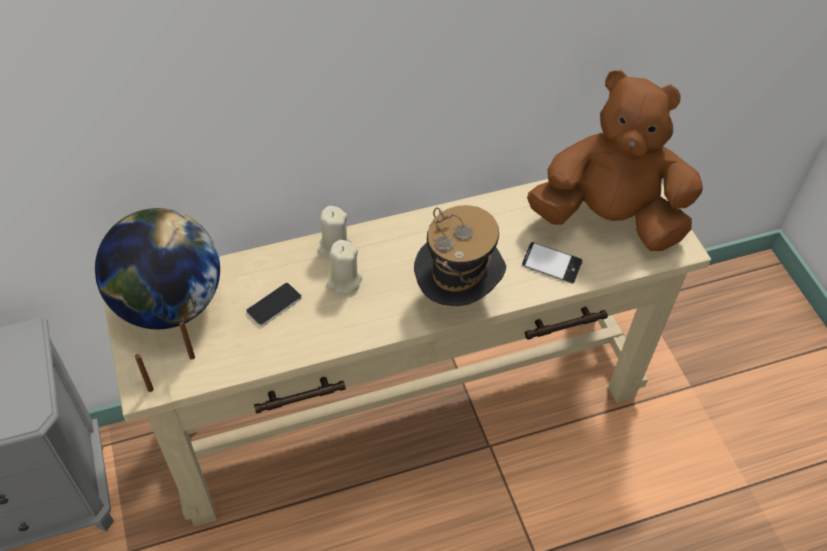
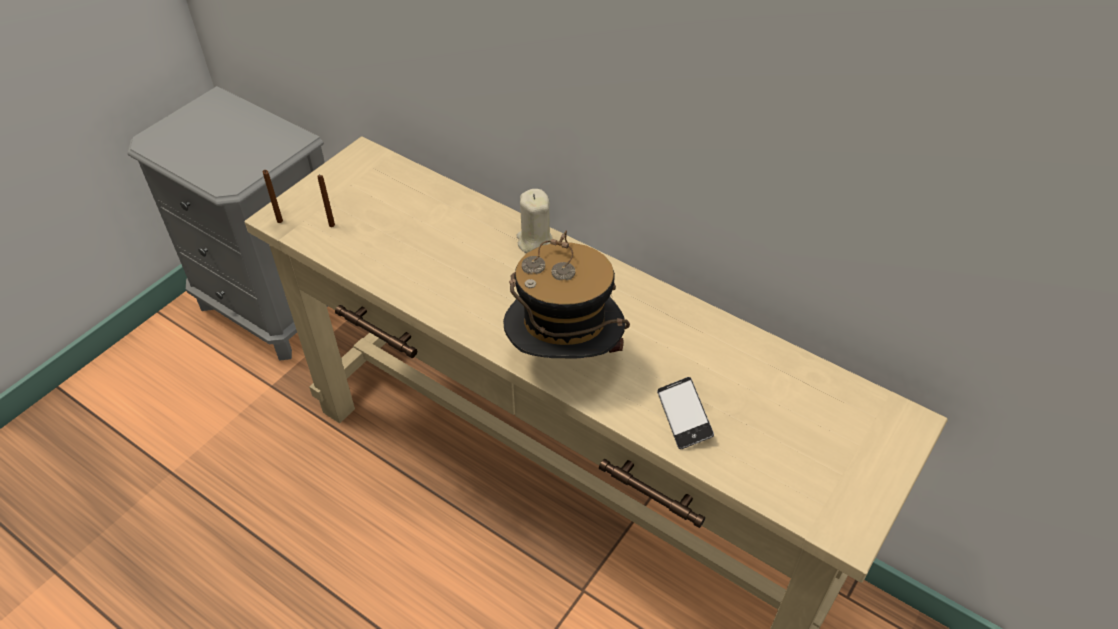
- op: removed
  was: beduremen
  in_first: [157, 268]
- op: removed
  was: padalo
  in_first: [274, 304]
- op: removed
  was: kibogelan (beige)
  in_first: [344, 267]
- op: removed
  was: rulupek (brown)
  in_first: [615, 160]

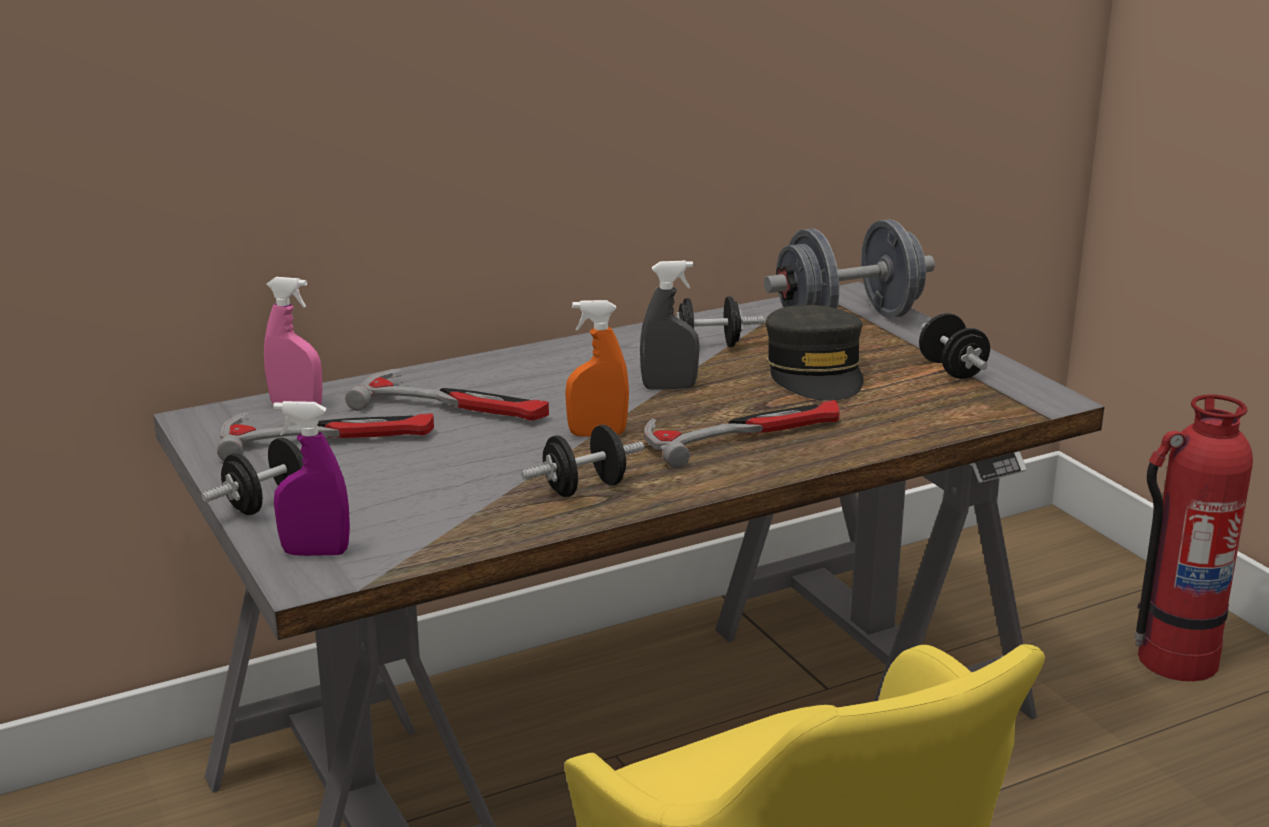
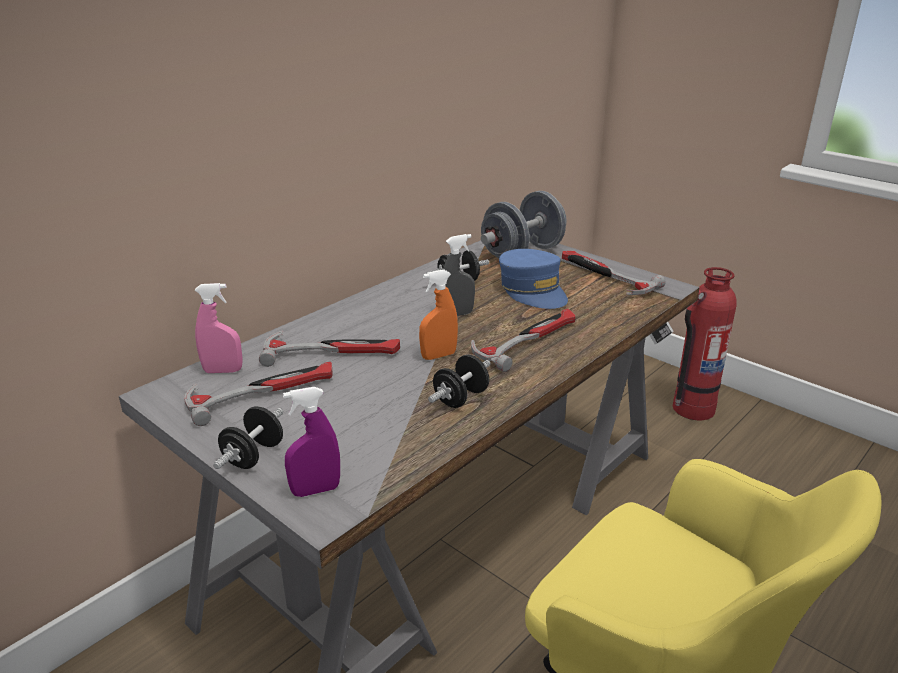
- op: recoloured
  was: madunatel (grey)
  now: madunatel (blue)
  in_first: [815, 353]
  in_second: [533, 279]
- op: replaced
  was: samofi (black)
  now: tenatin
  in_first: [954, 346]
  in_second: [614, 273]

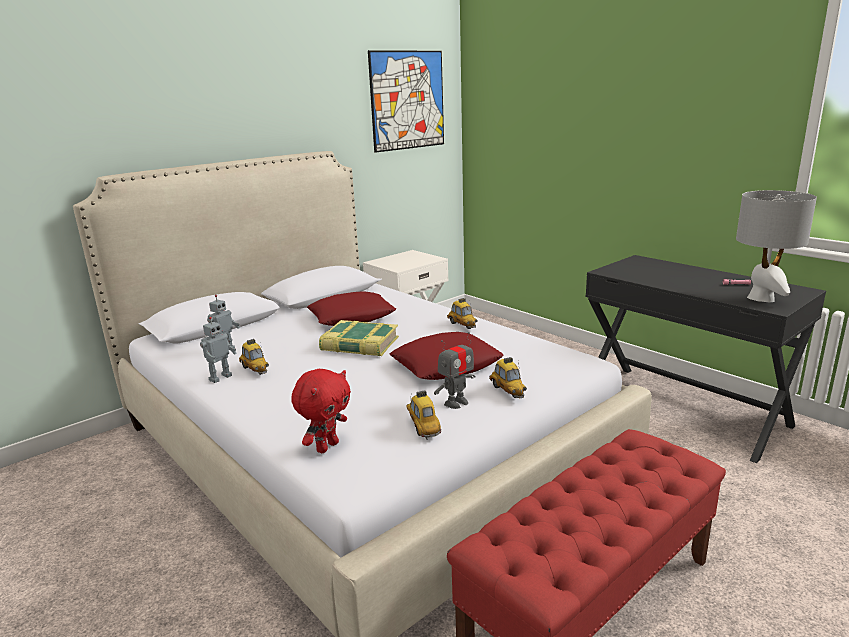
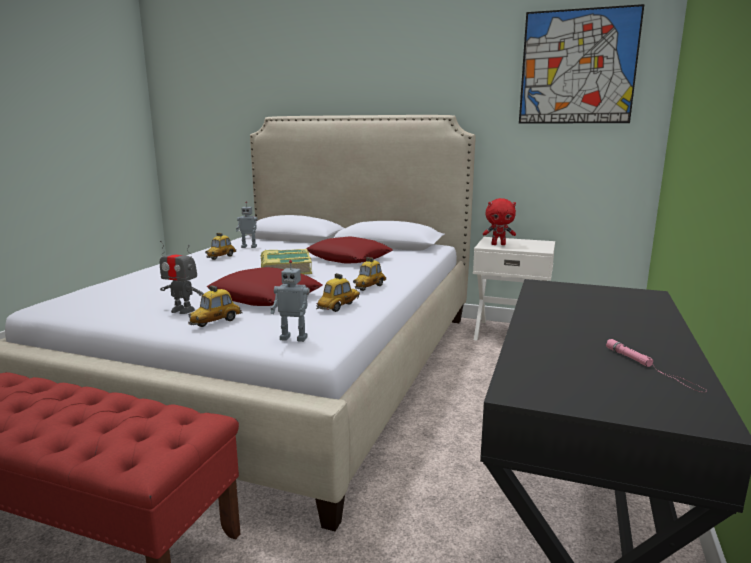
- op: moved
  was: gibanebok
  in_first: [218, 350]
  in_second: [290, 301]
- op: moved
  was: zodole
  in_first: [423, 415]
  in_second: [338, 292]
- op: moved
  was: rulupek (red)
  in_first: [321, 411]
  in_second: [499, 221]
- op: removed
  was: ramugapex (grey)
  in_first: [776, 246]

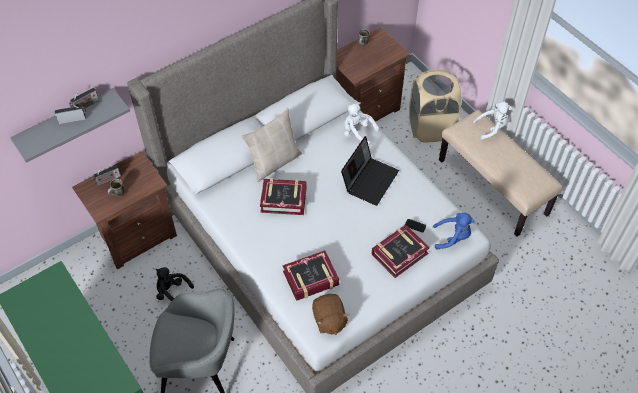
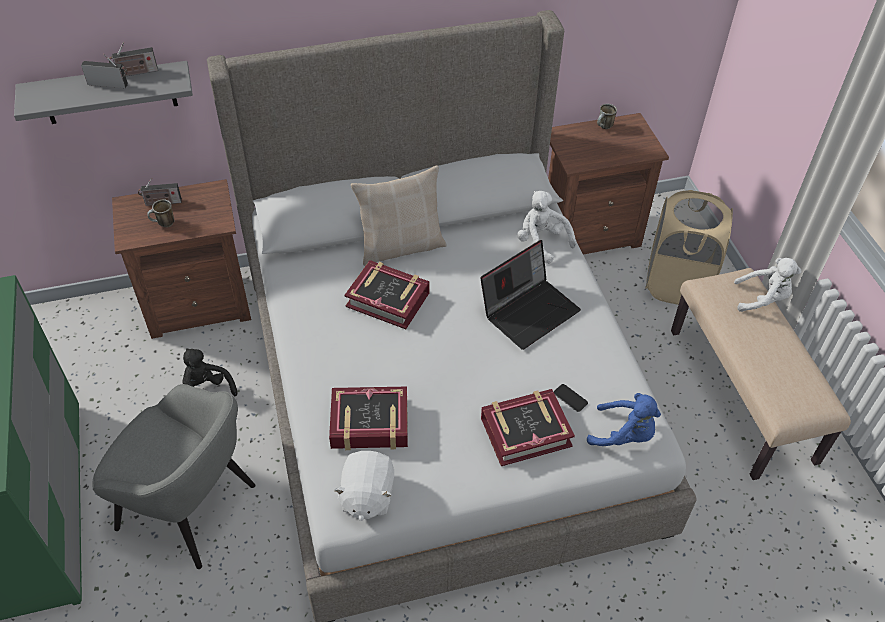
- op: recoloured
  was: rulupek (brown)
  now: rulupek (white)
  in_first: [330, 314]
  in_second: [364, 486]

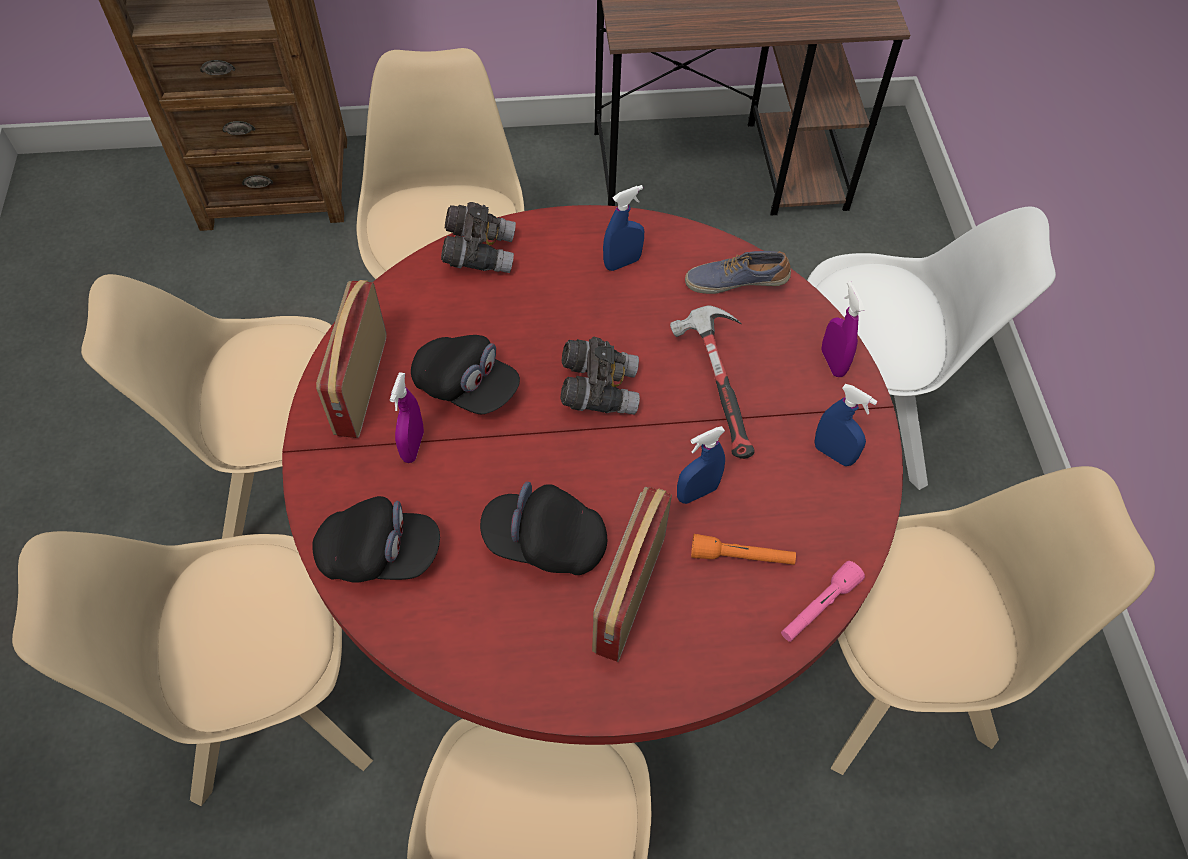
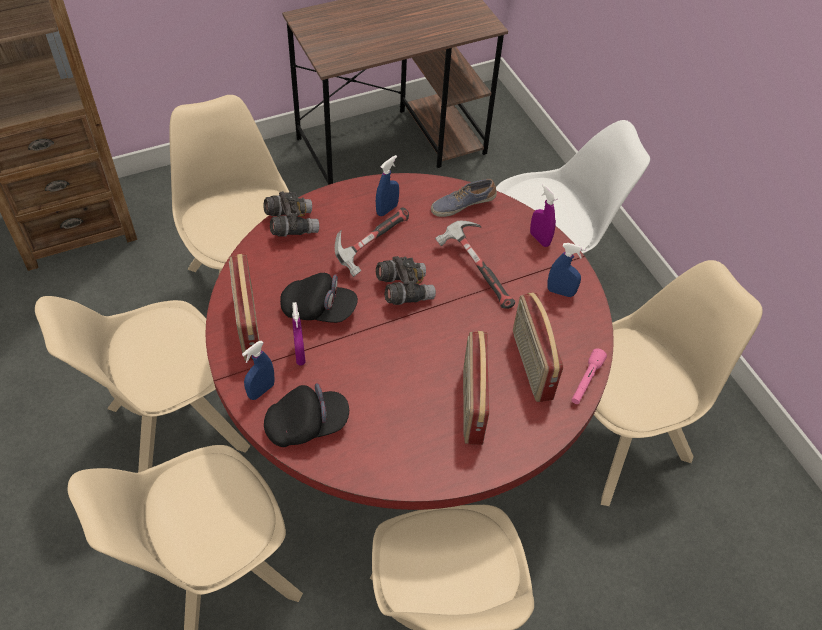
- op: moved
  was: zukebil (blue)
  in_first: [701, 465]
  in_second: [258, 370]
- op: added
  now: tenatin
  in_second: [372, 242]
- op: replaced
  was: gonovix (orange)
  now: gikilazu
  in_first: [743, 549]
  in_second: [538, 347]
- op: removed
  was: madunatel (black)
  in_first: [543, 528]

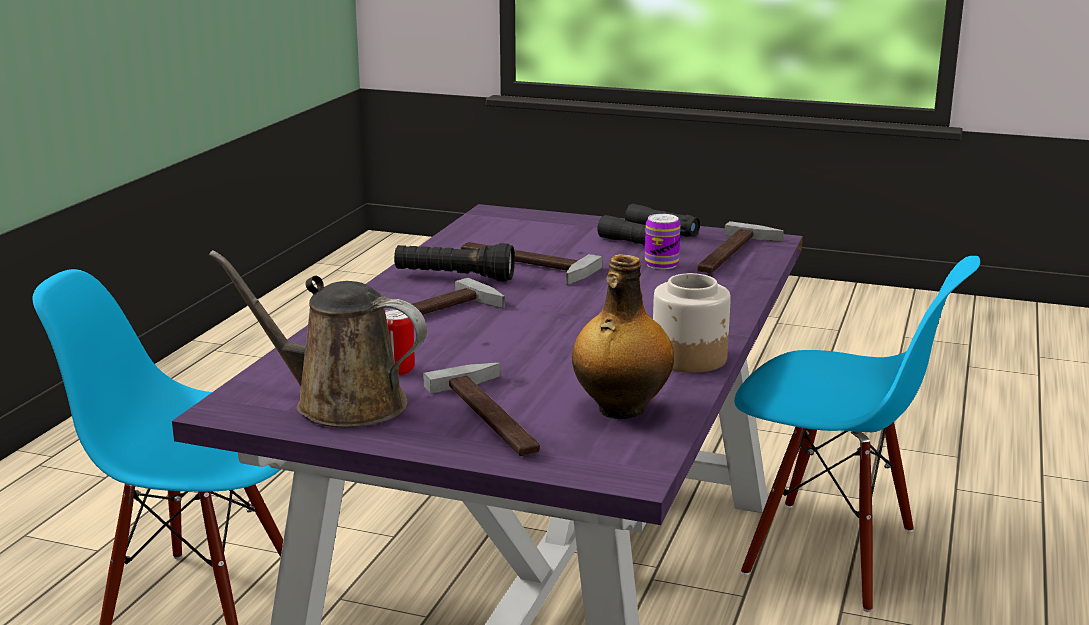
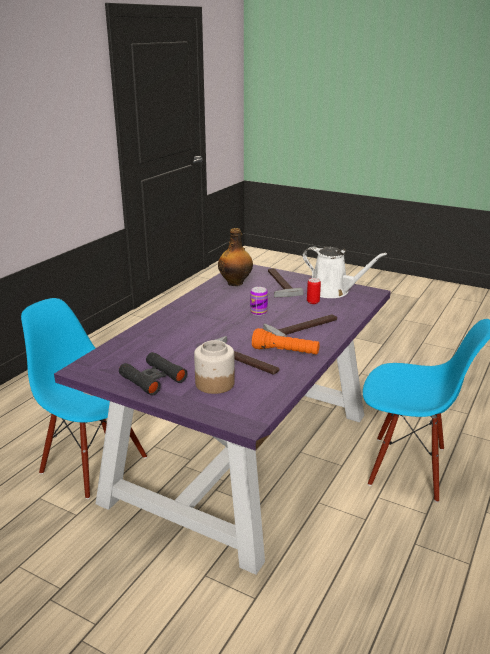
- op: moved
  was: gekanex
  in_first: [692, 323]
  in_second: [214, 367]
- op: moved
  was: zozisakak
  in_first: [663, 241]
  in_second: [259, 301]
- op: recoloured
  was: gonovix (black)
  now: gonovix (orange)
  in_first: [454, 262]
  in_second: [286, 341]
- op: recoloured
  was: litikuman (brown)
  now: litikuman (white)
  in_first: [318, 339]
  in_second: [344, 272]
- op: removed
  was: tenatin
  in_first: [740, 247]

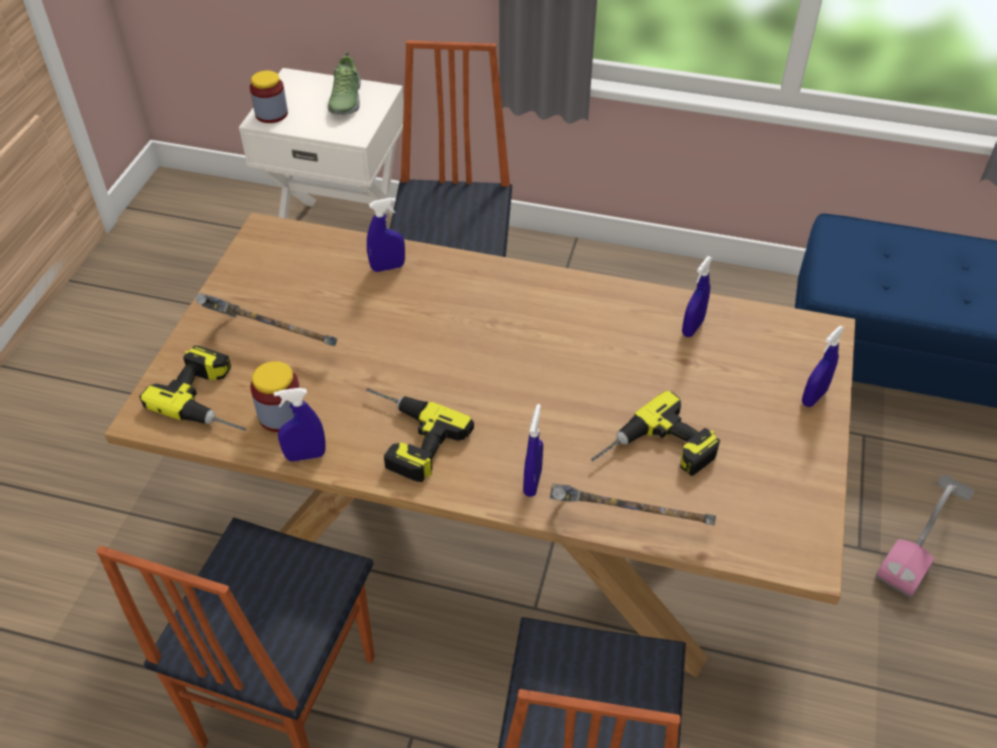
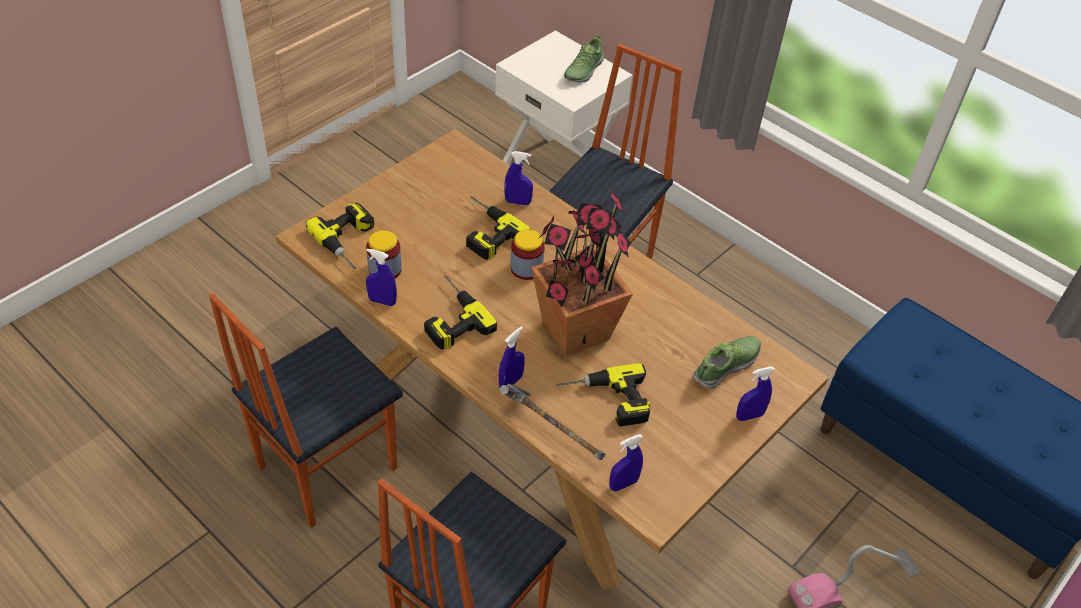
- op: added
  now: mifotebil
  in_second: [498, 228]
- op: moved
  was: gekanex
  in_first: [269, 96]
  in_second: [527, 254]
- op: added
  now: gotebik
  in_second: [582, 273]
- op: moved
  was: zukebil (blue)
  in_first: [697, 296]
  in_second: [626, 462]
- op: added
  now: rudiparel
  in_second: [727, 362]
- op: removed
  was: tenatin
  in_first: [266, 319]

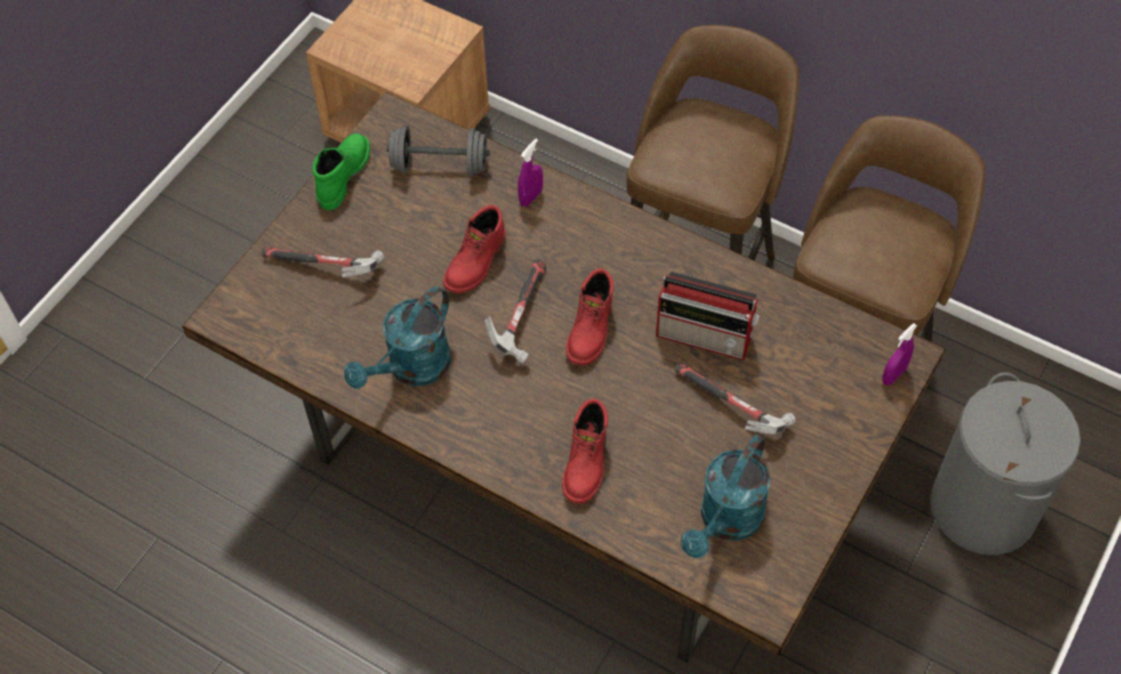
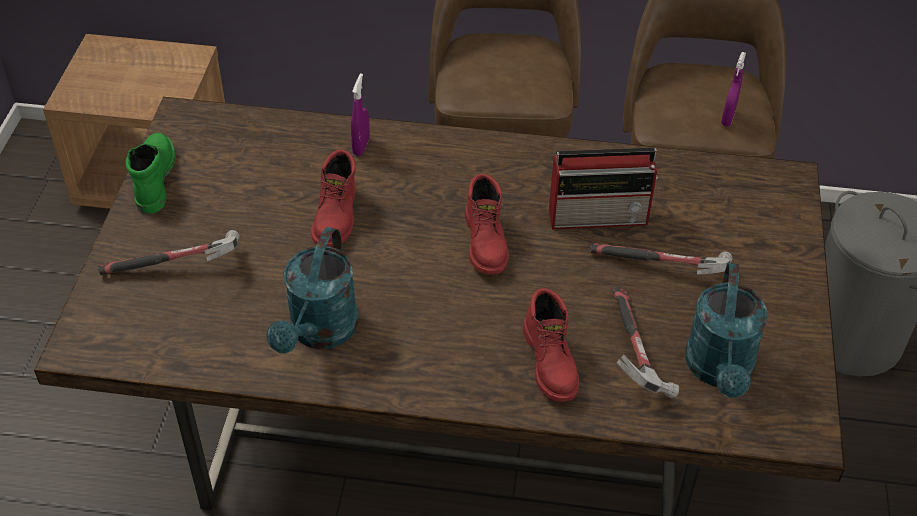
- op: moved
  was: tenatin
  in_first: [515, 311]
  in_second: [646, 343]
- op: moved
  was: zukebil (purple)
  in_first: [899, 354]
  in_second: [733, 89]
- op: removed
  was: samofi (grey)
  in_first: [438, 150]

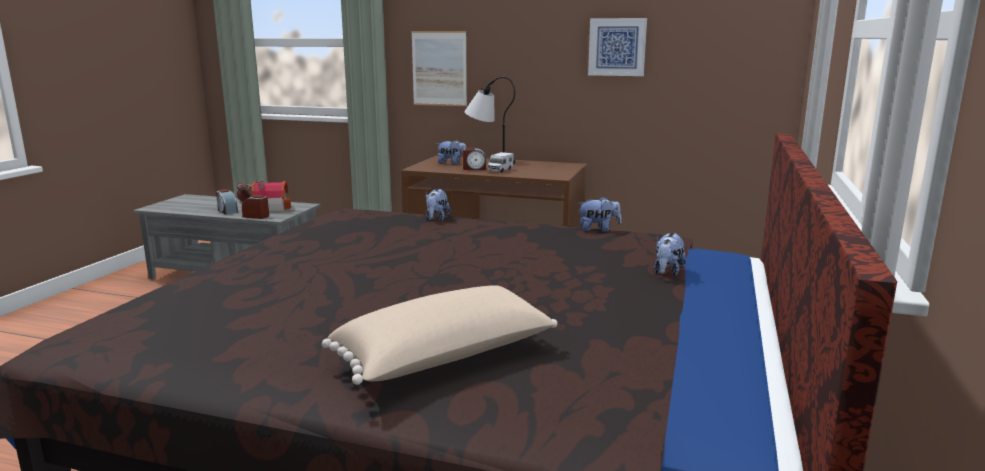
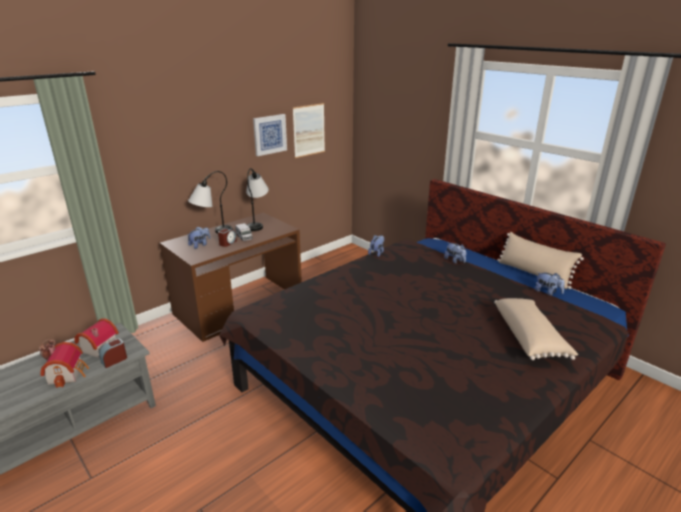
- op: replaced
  was: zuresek
  now: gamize
  in_first: [227, 201]
  in_second: [64, 365]
- op: added
  now: ramugapex
  in_second: [257, 199]
- op: moved
  was: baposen
  in_first: [439, 68]
  in_second: [309, 130]
- op: added
  now: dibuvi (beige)
  in_second: [540, 260]
- op: moved
  was: rulupek
  in_first: [438, 205]
  in_second: [550, 284]

